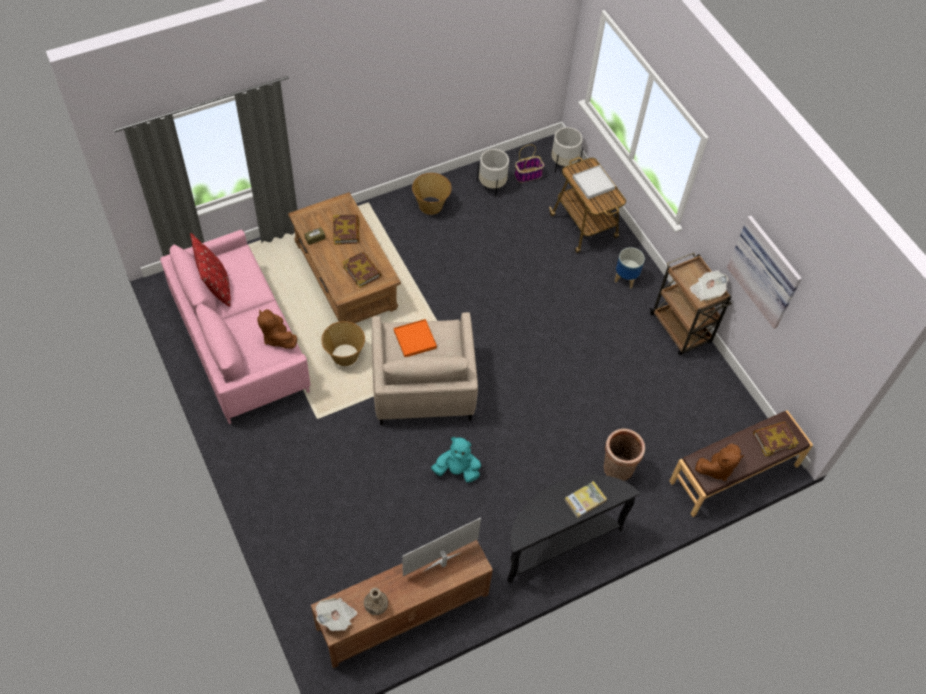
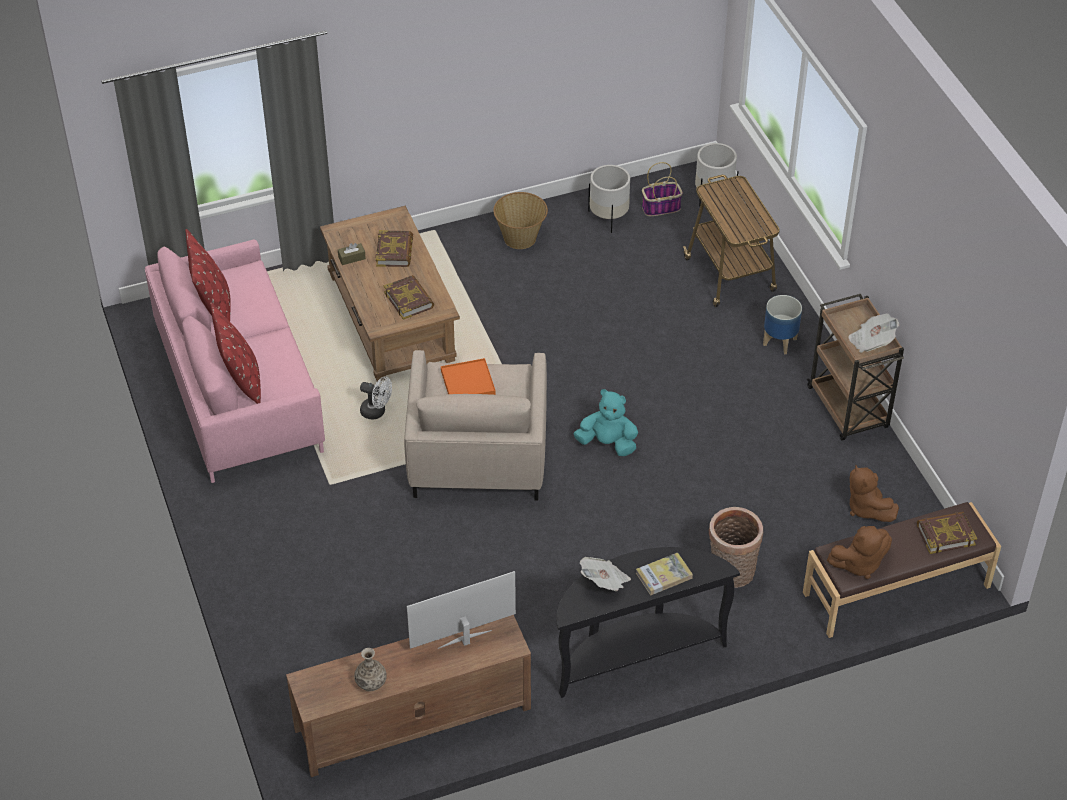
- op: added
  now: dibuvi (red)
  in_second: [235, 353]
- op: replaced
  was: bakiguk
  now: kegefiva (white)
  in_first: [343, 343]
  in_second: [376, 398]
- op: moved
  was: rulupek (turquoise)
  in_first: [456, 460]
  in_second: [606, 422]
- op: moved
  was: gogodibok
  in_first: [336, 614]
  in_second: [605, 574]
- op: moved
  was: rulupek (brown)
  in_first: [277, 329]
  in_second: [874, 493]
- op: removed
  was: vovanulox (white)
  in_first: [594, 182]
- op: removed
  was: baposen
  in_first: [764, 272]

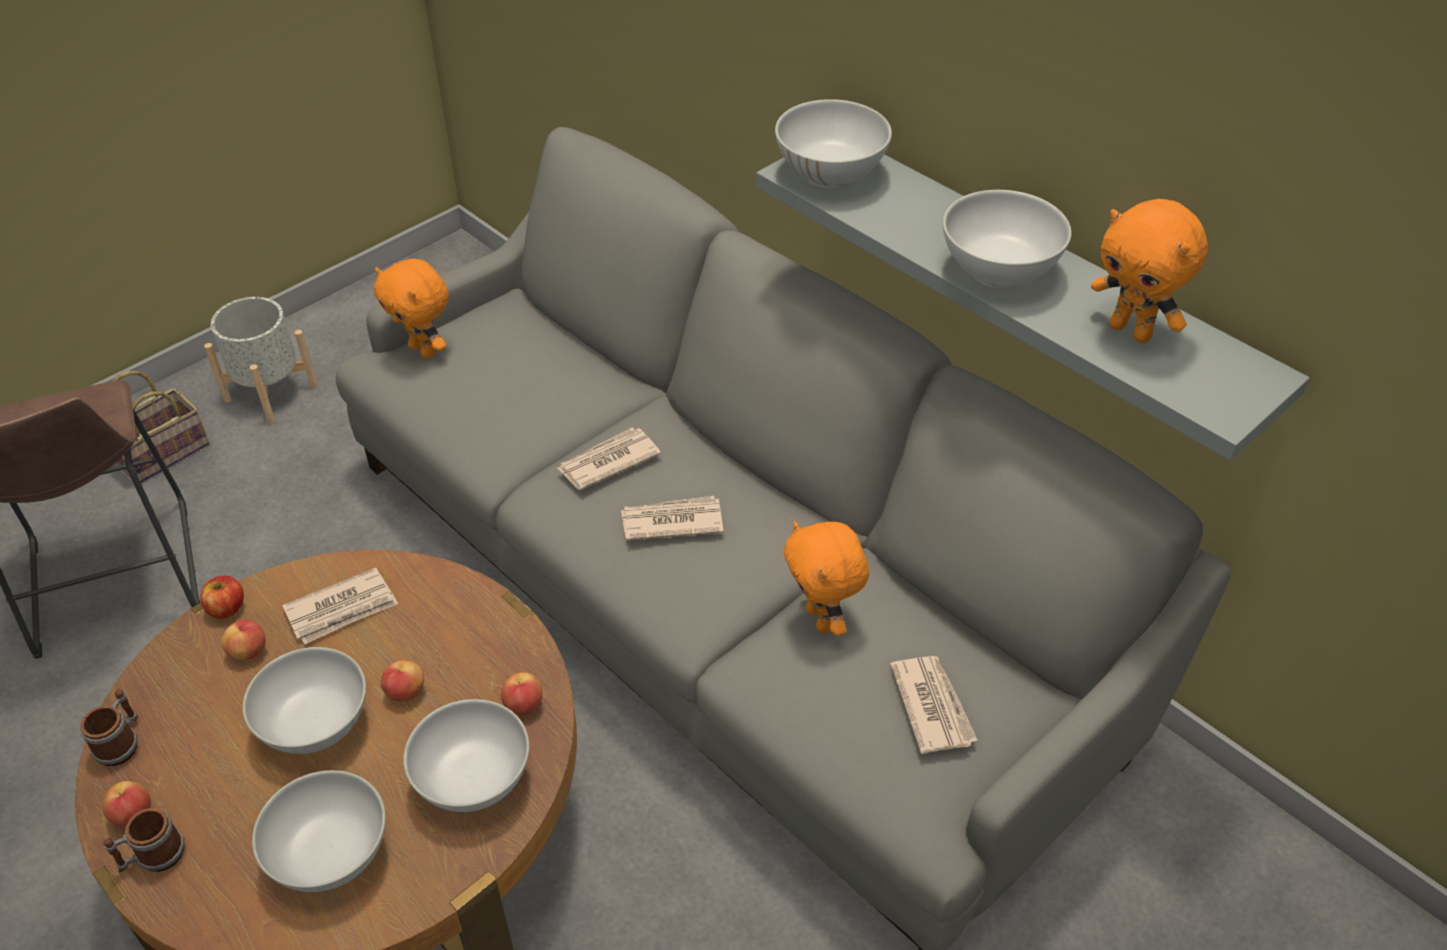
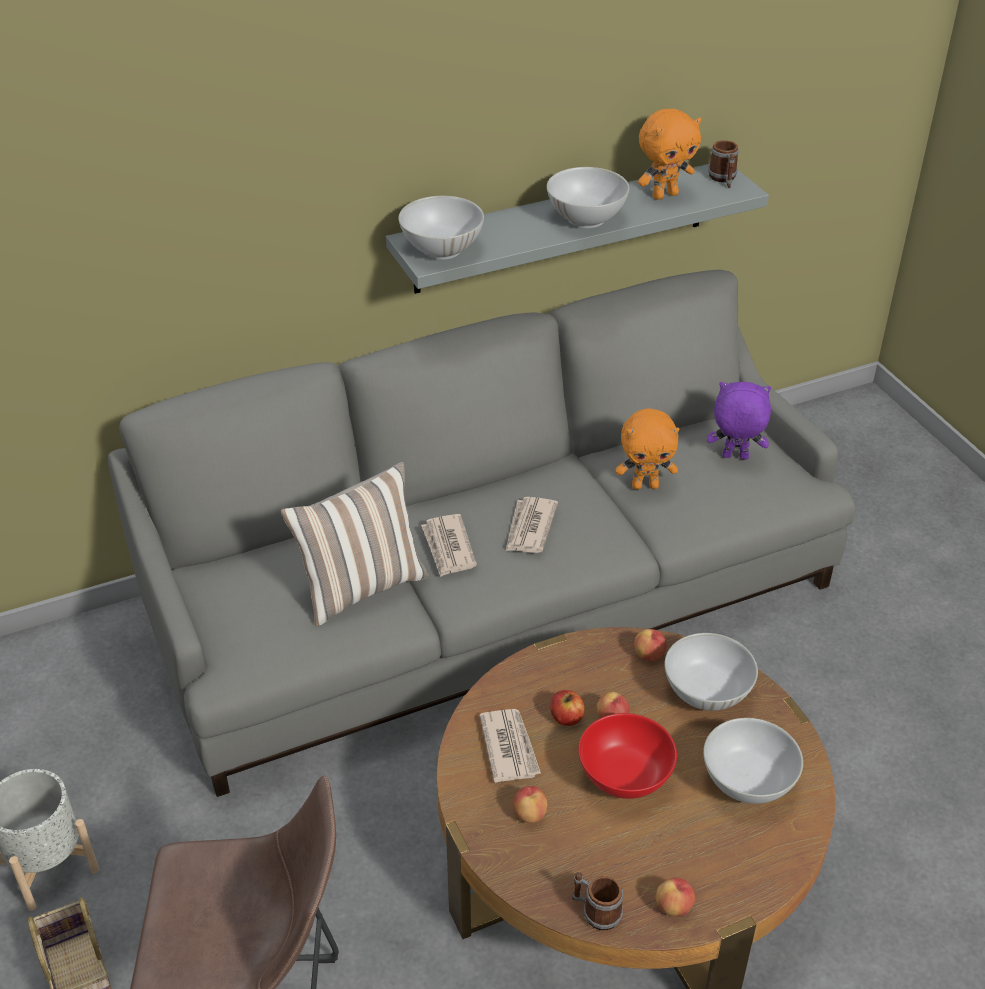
- op: added
  now: dibuvi
  in_second: [355, 544]
- op: moved
  was: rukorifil
  in_first: [222, 597]
  in_second: [567, 708]
- op: recoloured
  was: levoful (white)
  now: levoful (red)
  in_first: [304, 700]
  in_second: [627, 756]
- op: replaced
  was: gogodibok
  now: rulupek (purple)
  in_first: [934, 705]
  in_second: [739, 421]
- op: moved
  was: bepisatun
  in_first: [144, 840]
  in_second: [723, 164]
- op: removed
  was: rulupek (orange)
  in_first: [411, 309]

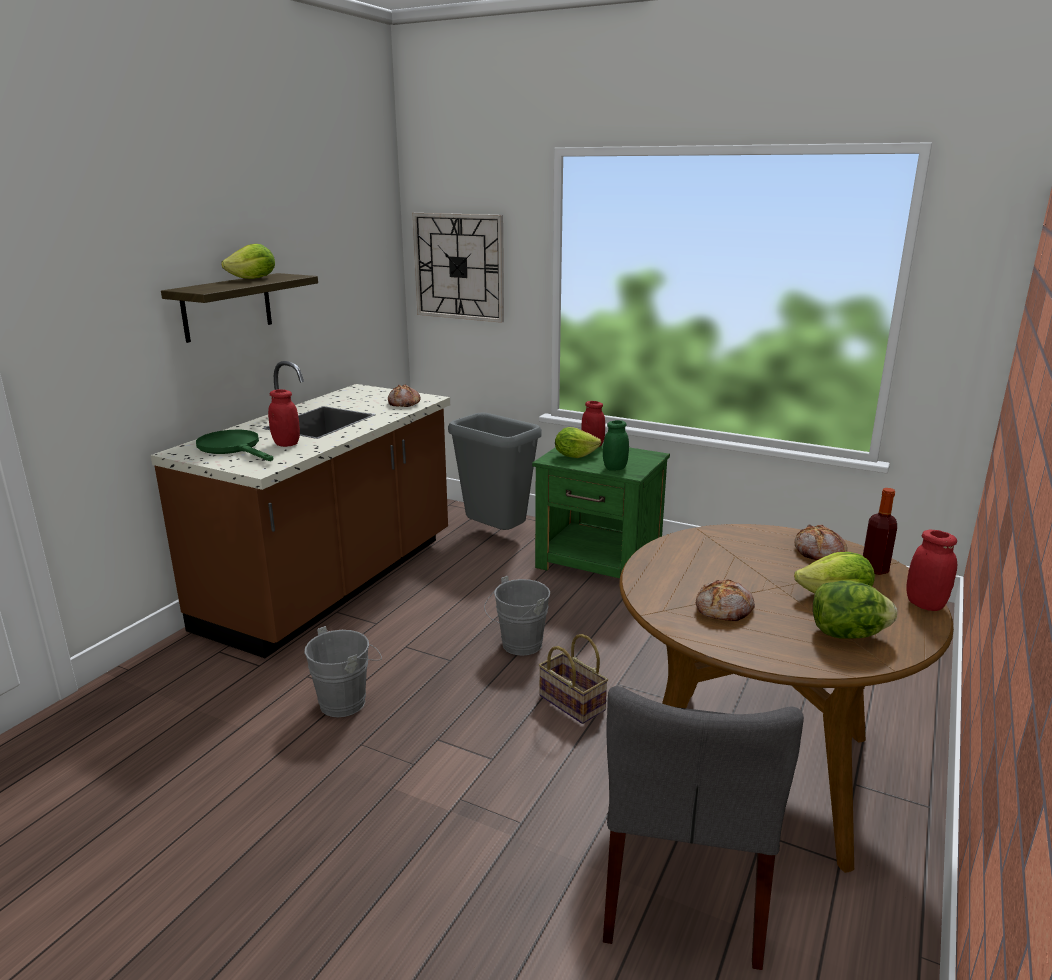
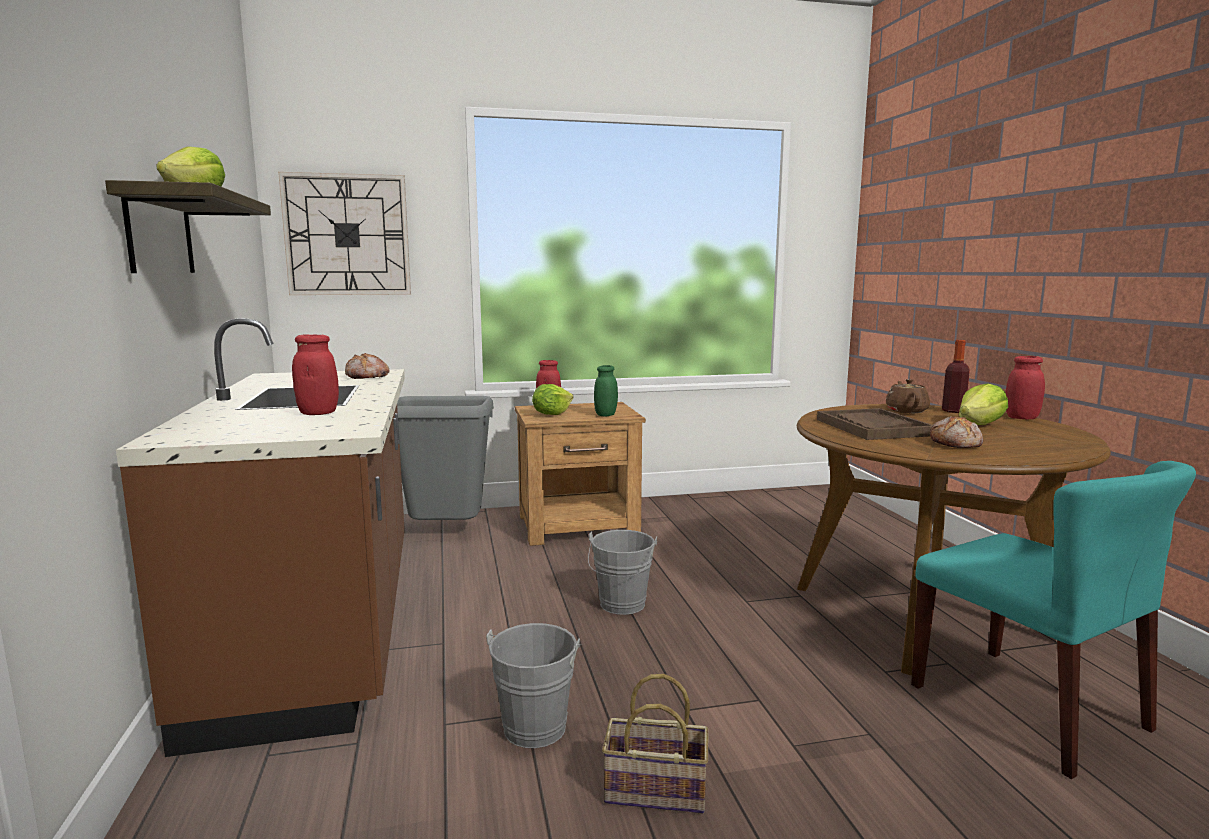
- op: recoloured
  was: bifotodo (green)
  now: bifotodo (brown)
  in_first: [601, 511]
  in_second: [580, 474]
- op: moved
  was: bakiguk
  in_first: [573, 679]
  in_second: [655, 744]
- op: added
  now: vovanulox (brown)
  in_second: [874, 424]
- op: replaced
  was: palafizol
  now: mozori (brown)
  in_first: [821, 542]
  in_second: [908, 396]
- op: recoloured
  was: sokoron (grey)
  now: sokoron (turquoise)
  in_first: [703, 828]
  in_second: [1053, 620]
- op: removed
  was: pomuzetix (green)
  in_first: [234, 445]
- op: removed
  was: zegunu
  in_first: [855, 609]

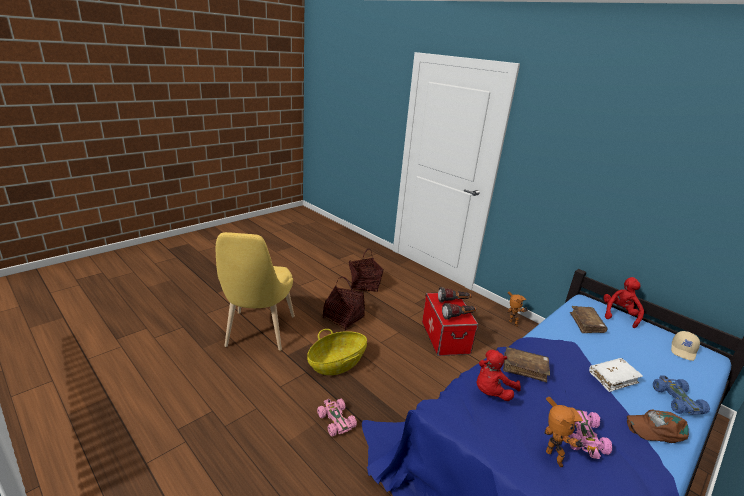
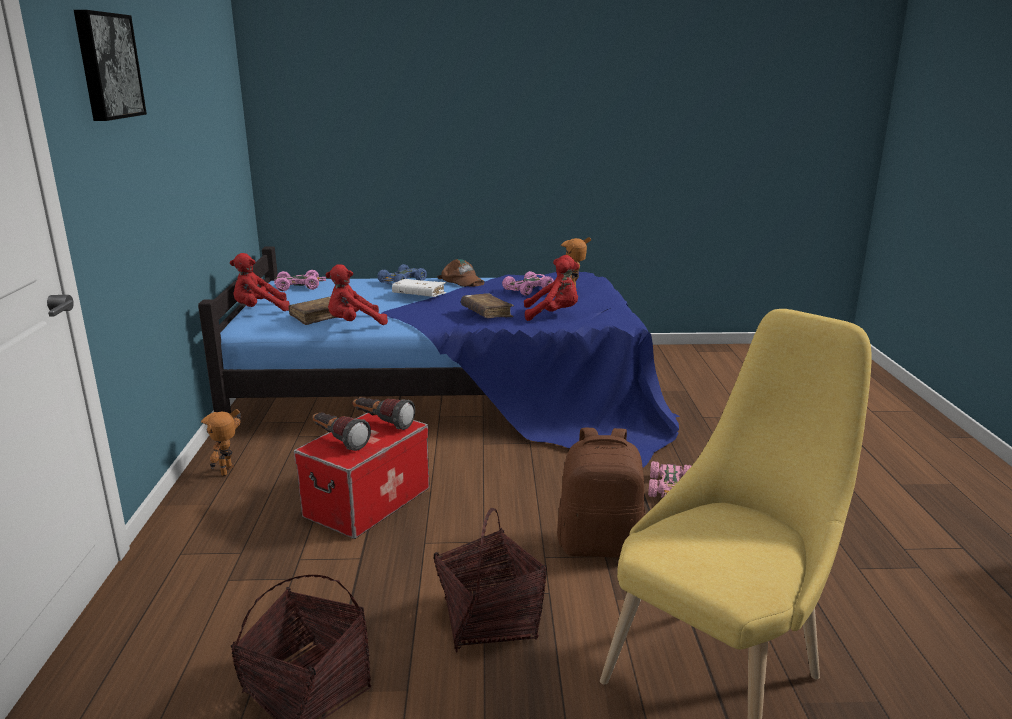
- op: added
  now: baposen
  in_second: [110, 65]
- op: replaced
  was: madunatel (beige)
  now: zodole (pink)
  in_first: [685, 346]
  in_second: [300, 280]
- op: added
  now: rulupek (red)
  in_second: [356, 294]
- op: replaced
  was: bakiguk
  now: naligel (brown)
  in_first: [337, 352]
  in_second: [601, 493]

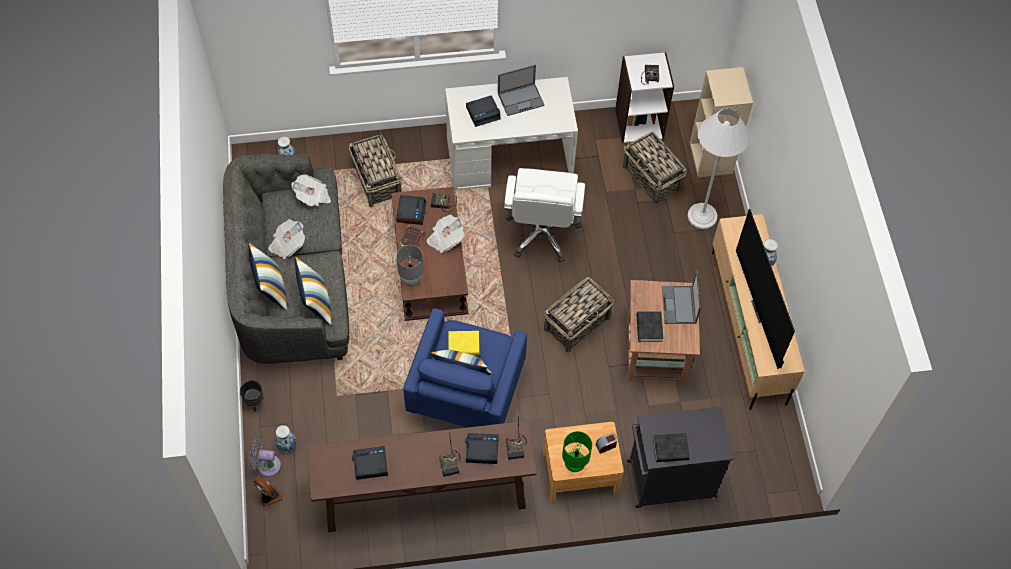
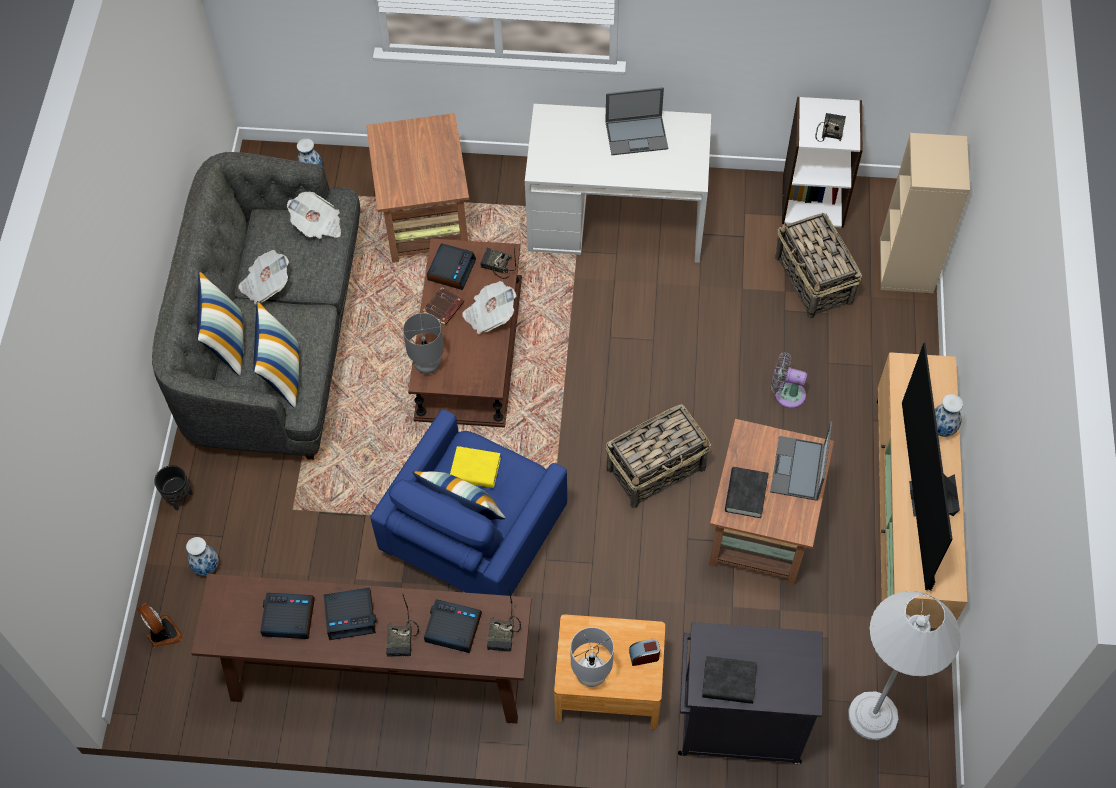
- op: moved
  was: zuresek
  in_first: [483, 111]
  in_second: [350, 614]
- op: replaced
  was: bakiguk
  now: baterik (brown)
  in_first: [375, 169]
  in_second: [417, 188]
- op: recoloured
  was: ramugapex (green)
  now: ramugapex (grey)
  in_first: [577, 451]
  in_second: [592, 657]
- op: moved
  was: kegefiva (grey)
  in_first: [264, 458]
  in_second: [789, 380]
- op: moved
  was: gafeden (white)
  in_first: [718, 168]
  in_second: [904, 665]
- op: removed
  was: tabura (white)
  in_first: [544, 215]

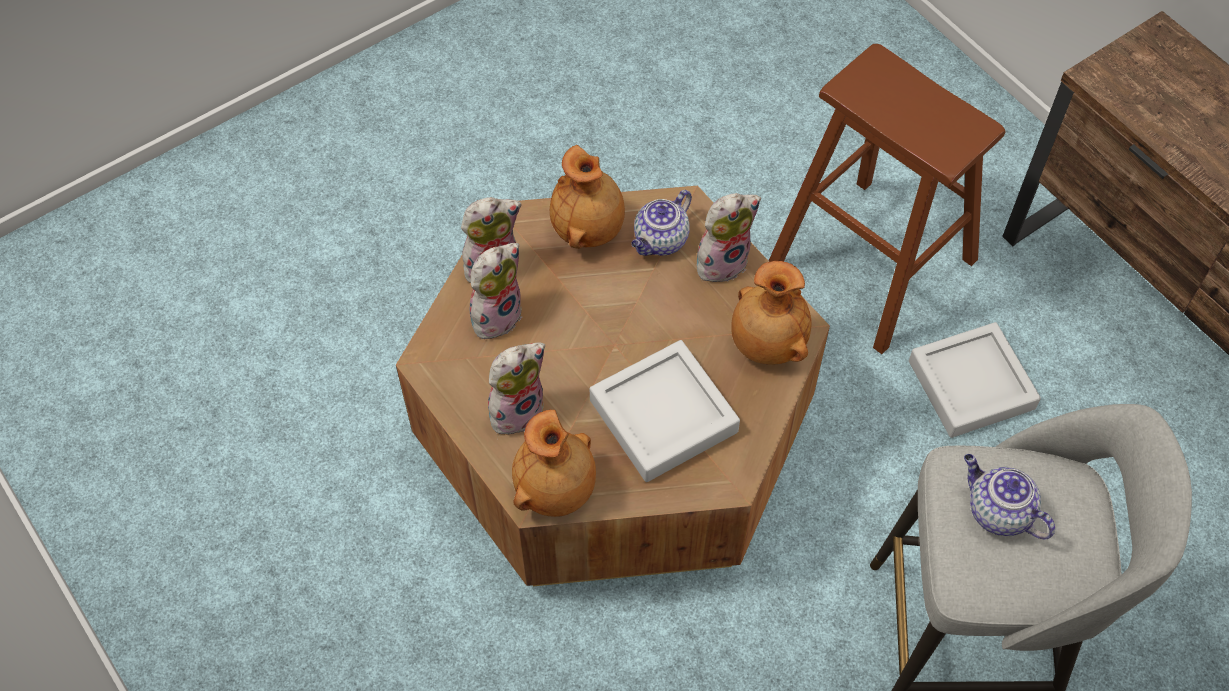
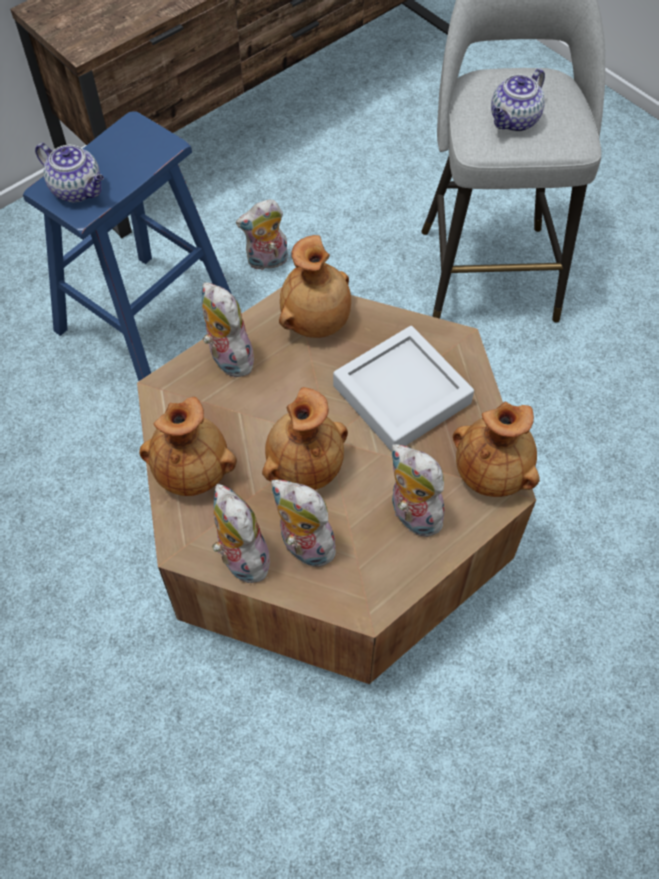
- op: recoloured
  was: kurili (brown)
  now: kurili (blue)
  in_first: [887, 199]
  in_second: [127, 246]
- op: moved
  was: mozori
  in_first: [662, 223]
  in_second: [69, 172]
- op: replaced
  was: vovanulox (grey)
  now: rulupek
  in_first: [975, 380]
  in_second: [262, 235]
- op: added
  now: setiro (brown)
  in_second: [305, 438]

